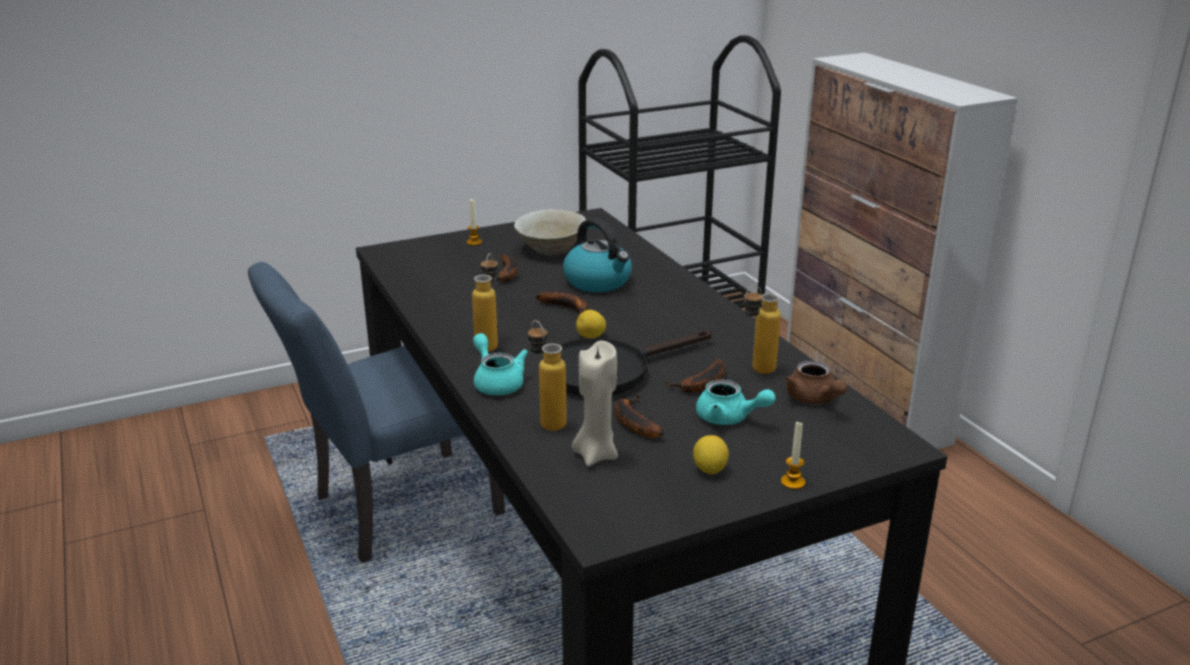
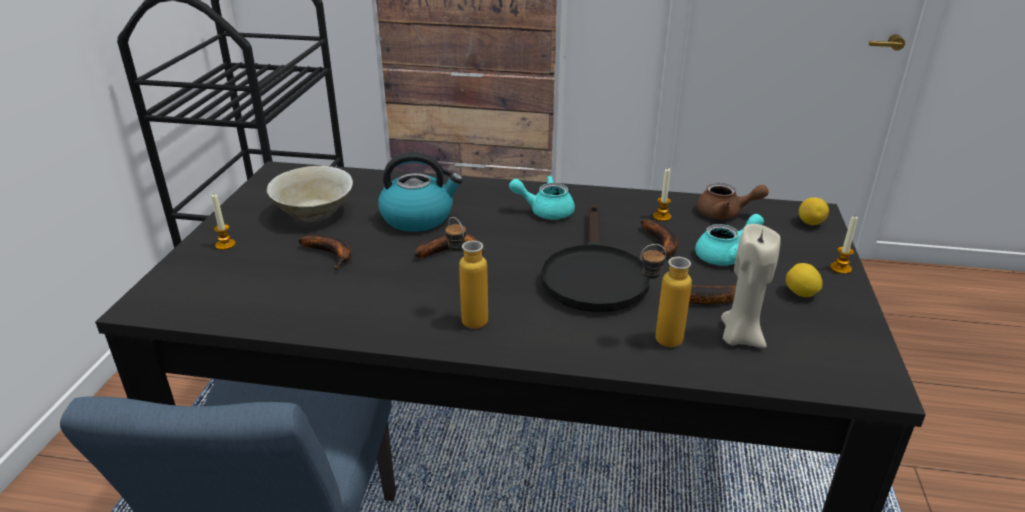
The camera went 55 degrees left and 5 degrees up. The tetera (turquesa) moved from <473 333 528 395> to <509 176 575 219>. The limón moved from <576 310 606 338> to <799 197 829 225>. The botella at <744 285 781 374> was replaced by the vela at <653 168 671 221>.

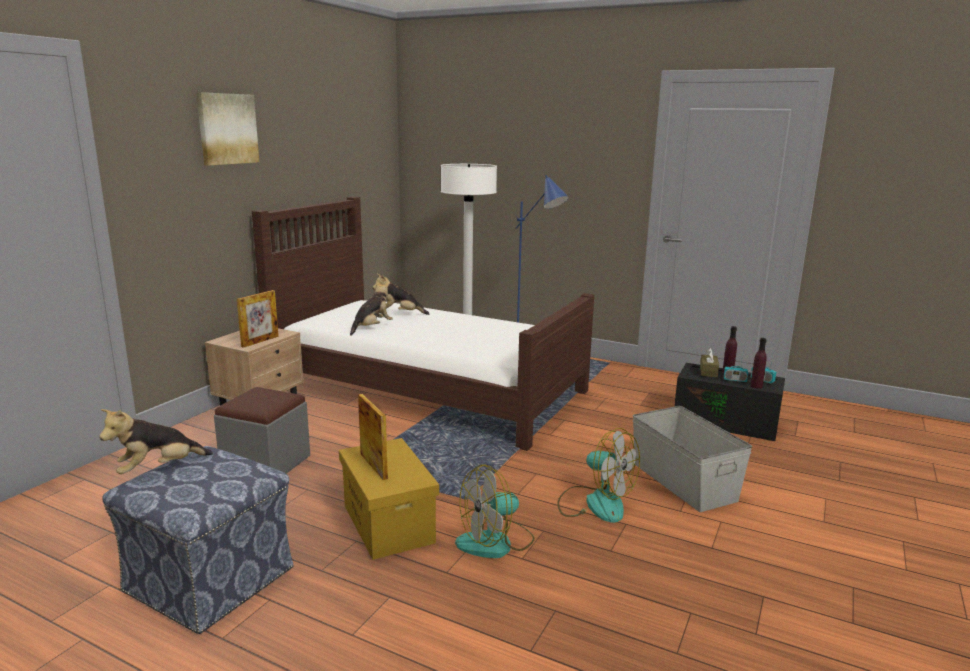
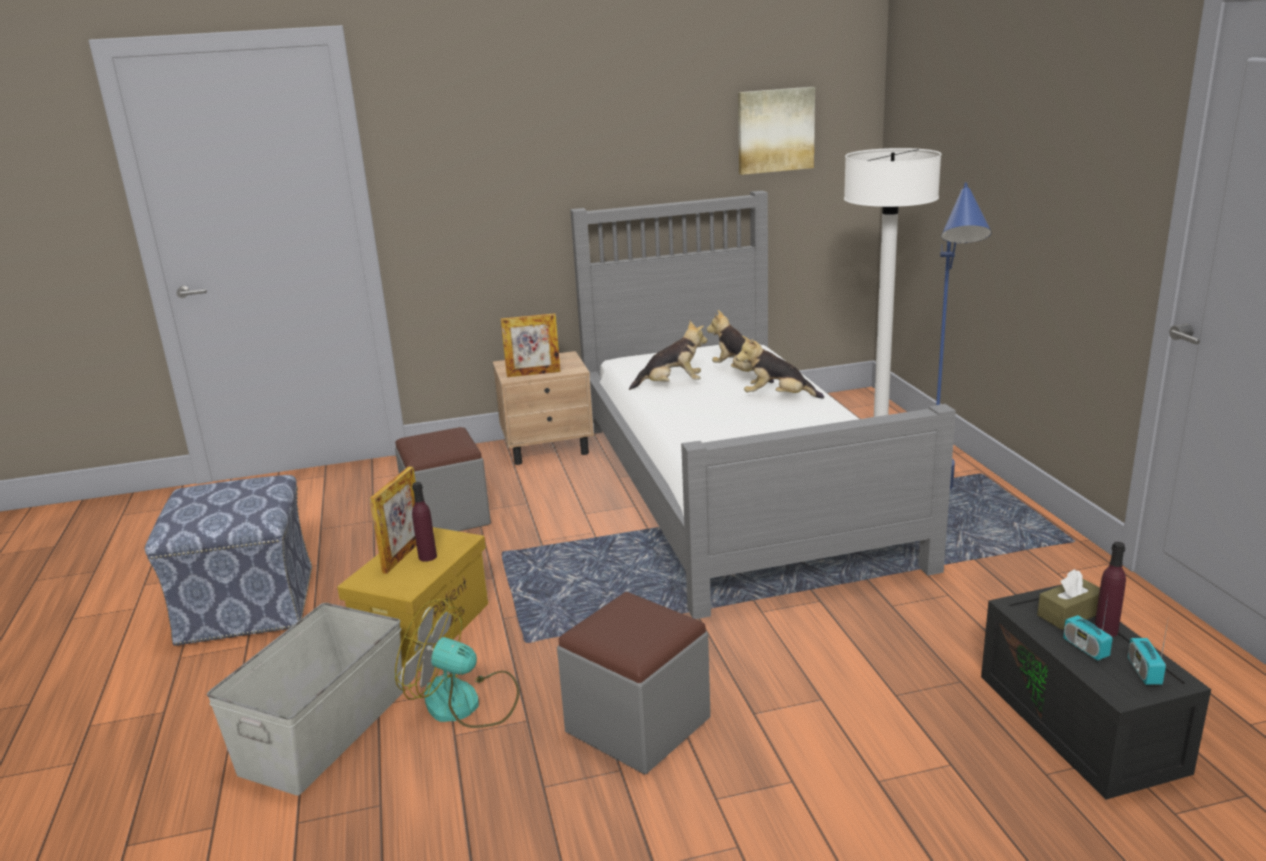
The camera went 50 degrees right and 5 degrees up. The peluche moved from <99 409 213 474> to <736 336 824 399>. The cuadro moved from <196 92 259 166> to <738 87 815 175>. The caja de almacenaje (gris) moved from <633 406 752 512> to <207 603 403 796>. The botella (morado) moved from <751 338 767 389> to <412 482 437 562>. The ventilador at <558 428 640 523> was replaced by the puf (gris) at <557 592 711 775>. The cama (marrón) at <252 197 594 451> became the cama (gris) at <570 190 956 619>.

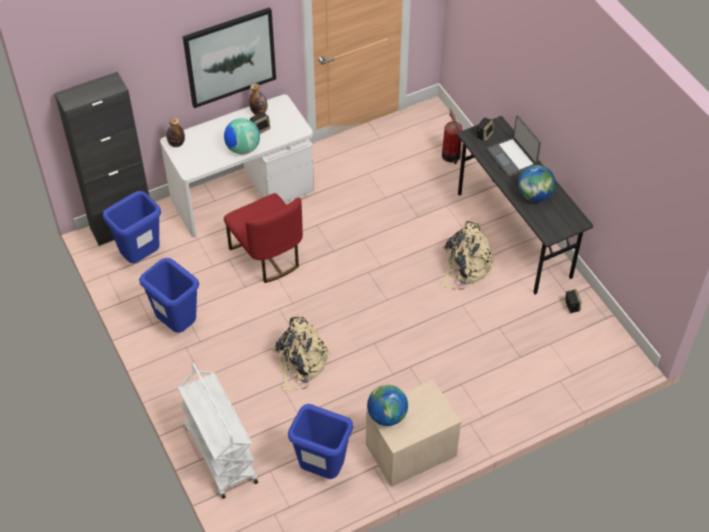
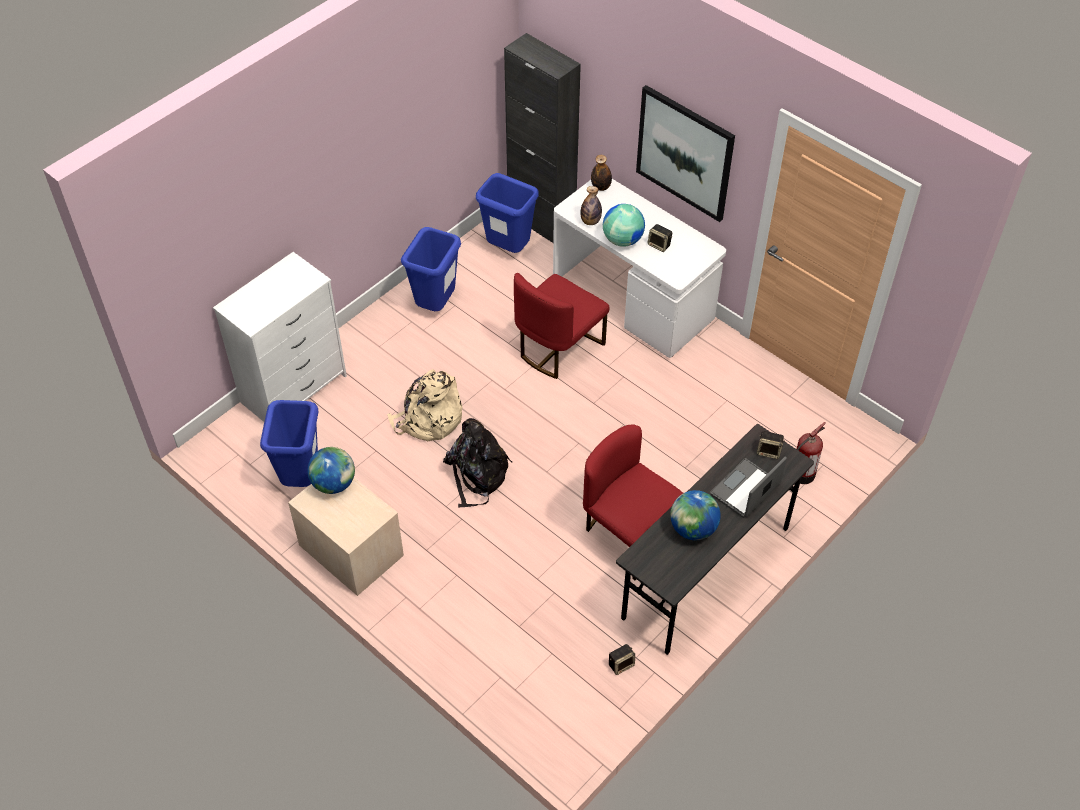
The camera went 70 degrees right and 0 degrees up. The mochila (negro) at <443 418 512 508> appeared. The botella moved from <249 83 267 115> to <580 186 602 225>. The carrito (blanco) at <178 363 258 499> was replaced by the cómoda (blanco) at <213 252 347 422>. The mochila (beis) at <440 221 495 290> was replaced by the silla (rojo) at <583 425 683 580>.

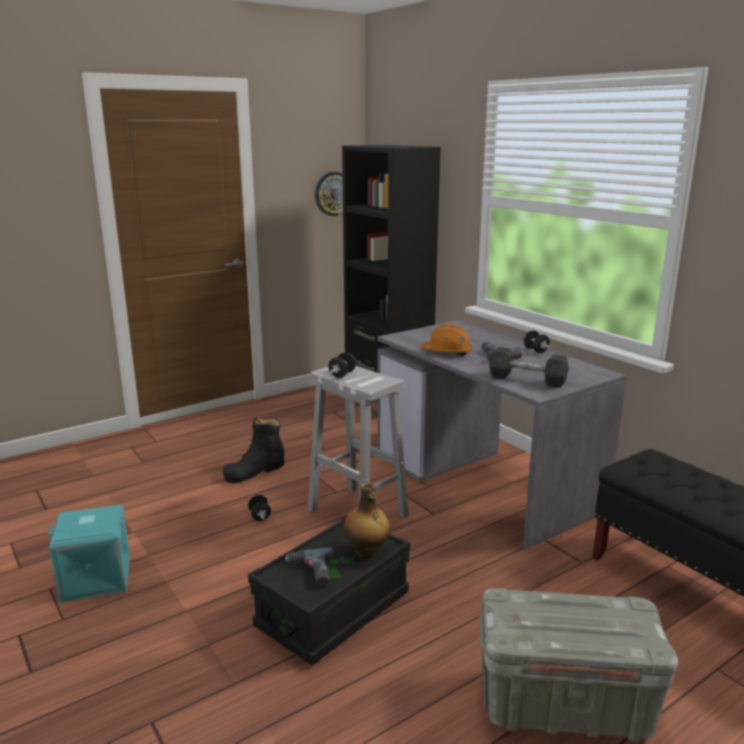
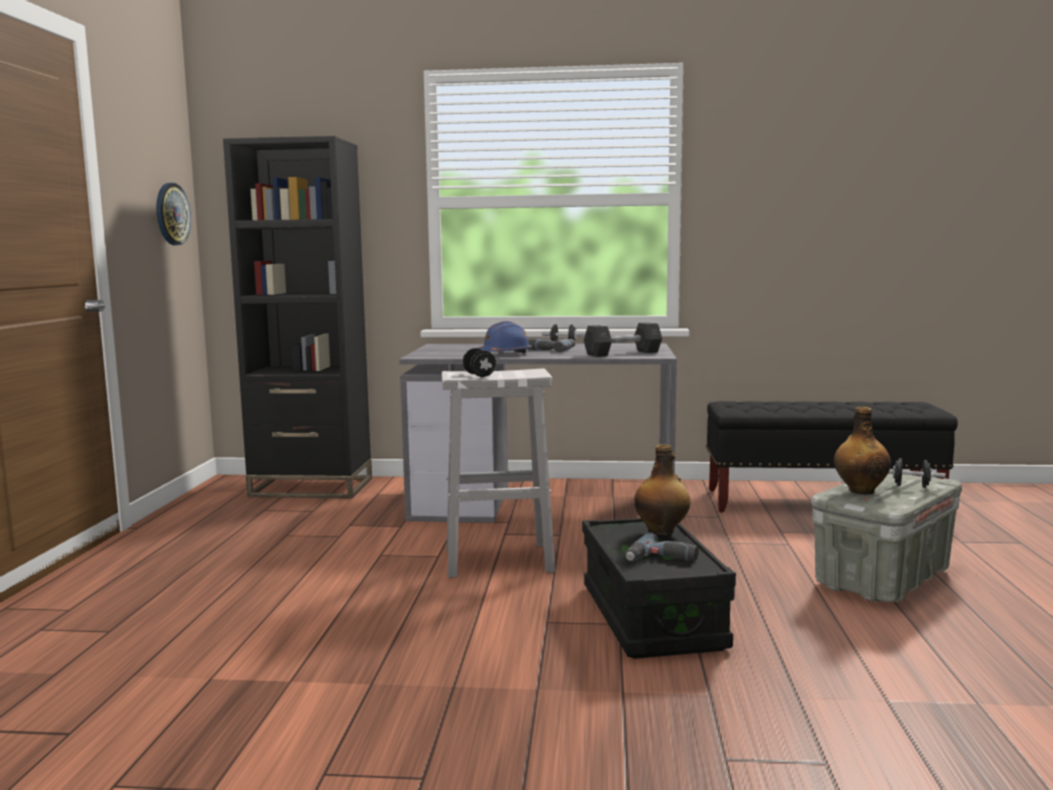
The camera went 50 degrees left and 10 degrees down. The caja de almacenaje (turquesa) at <48 505 130 603> disappeared. The bota (negro) at <223 418 284 483> disappeared. The botella at <834 407 891 495> appeared. The mancuerna (negro) moved from <248 495 271 521> to <888 458 946 488>. The casco (naranja) at <421 324 472 356> became the casco (azul) at <477 321 532 354>.

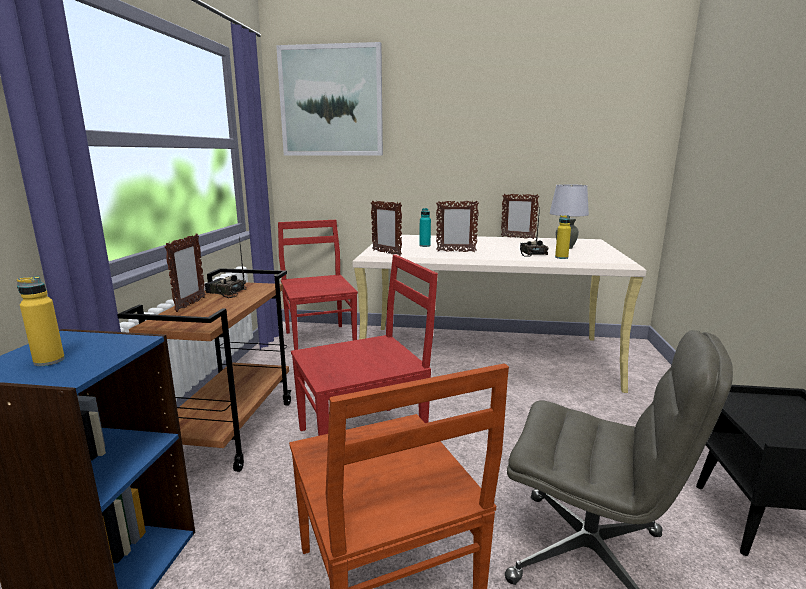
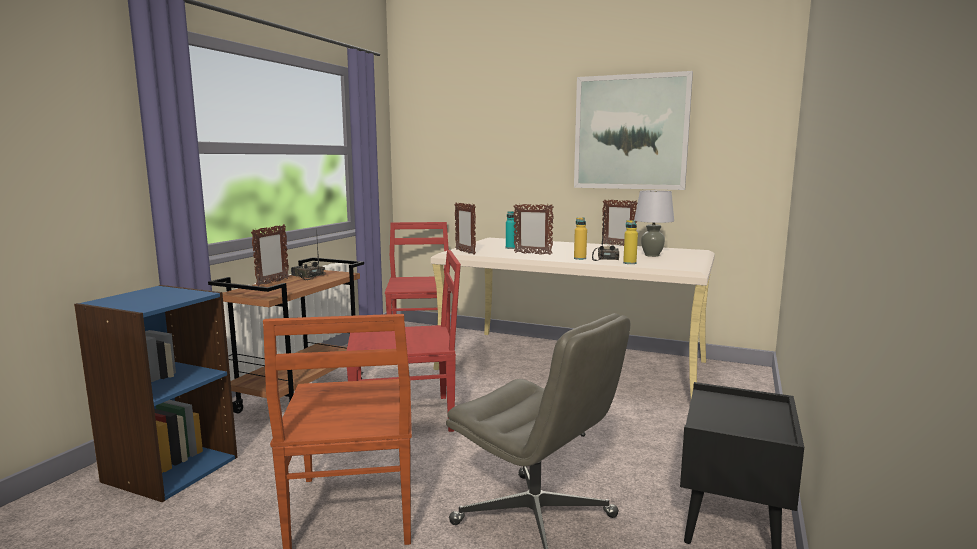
The camera went 15 degrees right and 5 degrees down. The botella (amarillo) moved from <17 276 65 366> to <574 217 587 260>. The cuadro moved from <276 42 383 156> to <574 71 693 190>.

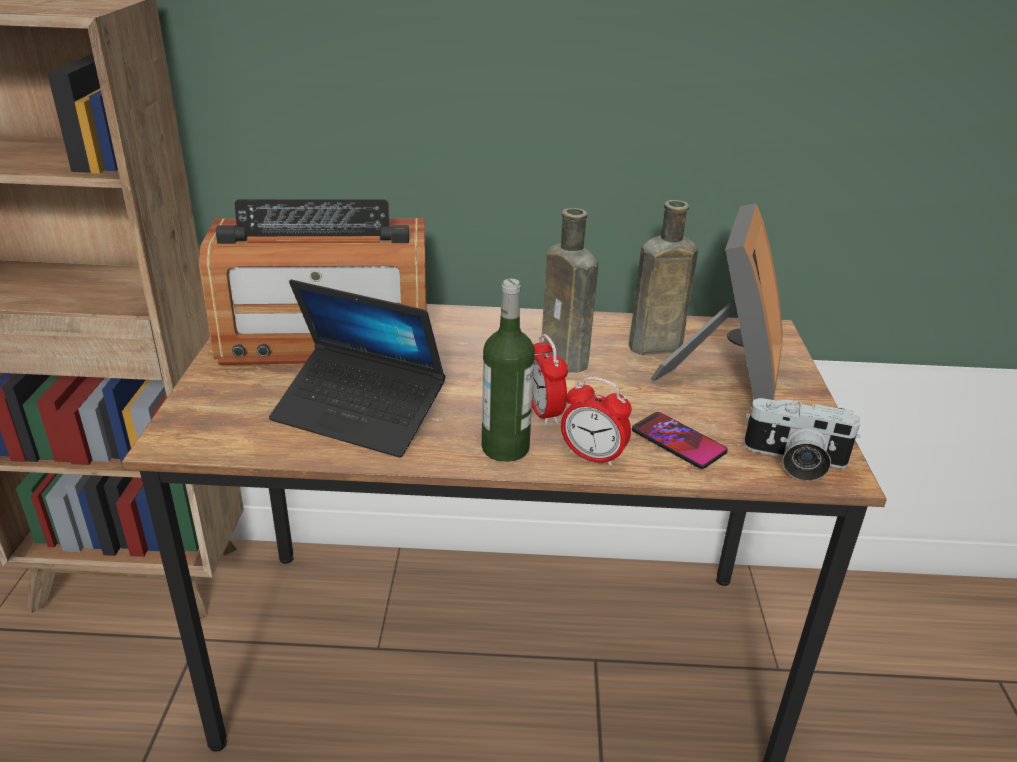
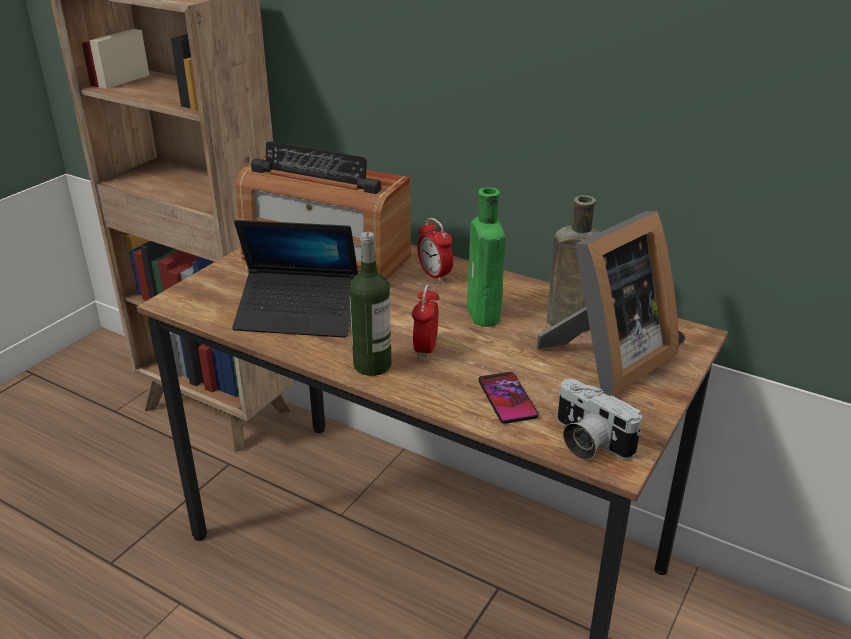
The camera went 30 degrees right and 0 degrees up. The despertador moved from <561 376 632 467> to <417 218 453 282>. The botella (marrón) at <542 208 598 373> became the botella (verde) at <467 187 506 327>. The portátil at <269 279 446 458> turned 45 degrees counterclockwise.

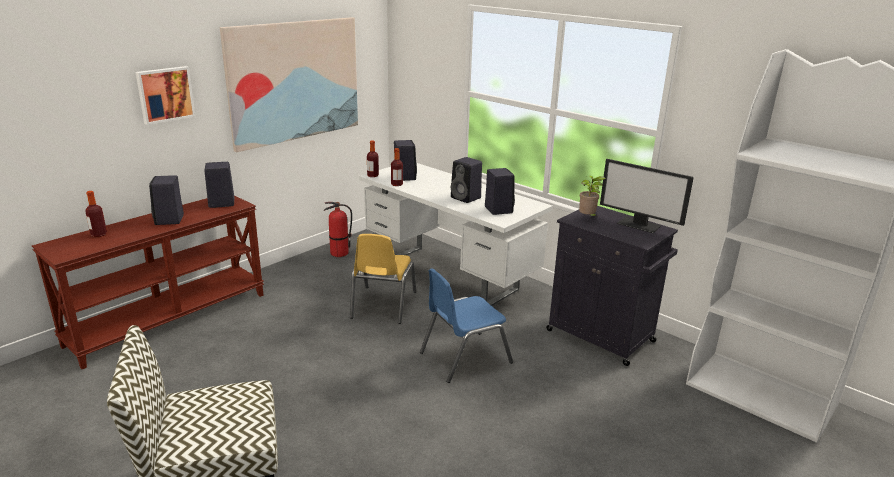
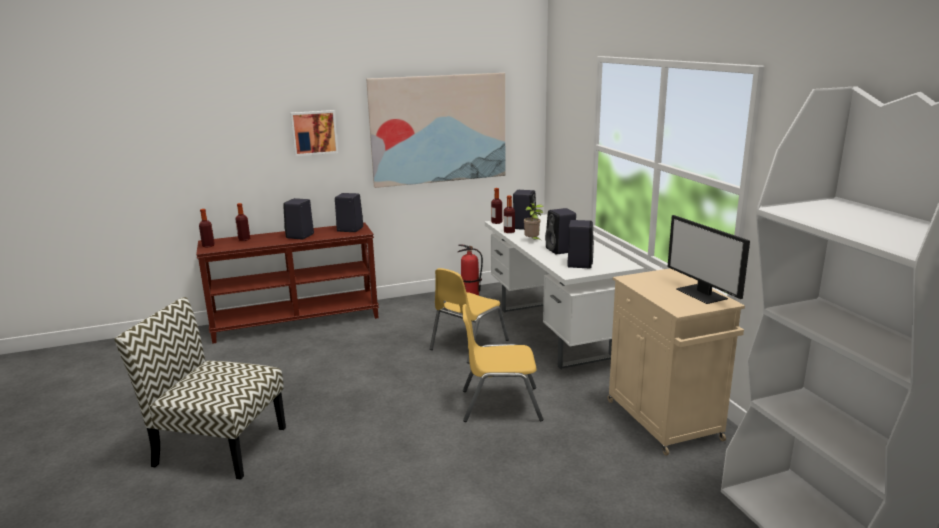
The camera went 30 degrees right and 5 degrees down. The botella at <199 209 215 248> appeared. The planta en maceta moved from <579 176 606 218> to <524 203 544 240>. The silla (azul) at <420 268 513 383> became the silla (amarillo) at <462 304 543 422>. The armario (negro) at <546 206 678 366> became the armario (beis) at <608 268 745 456>.

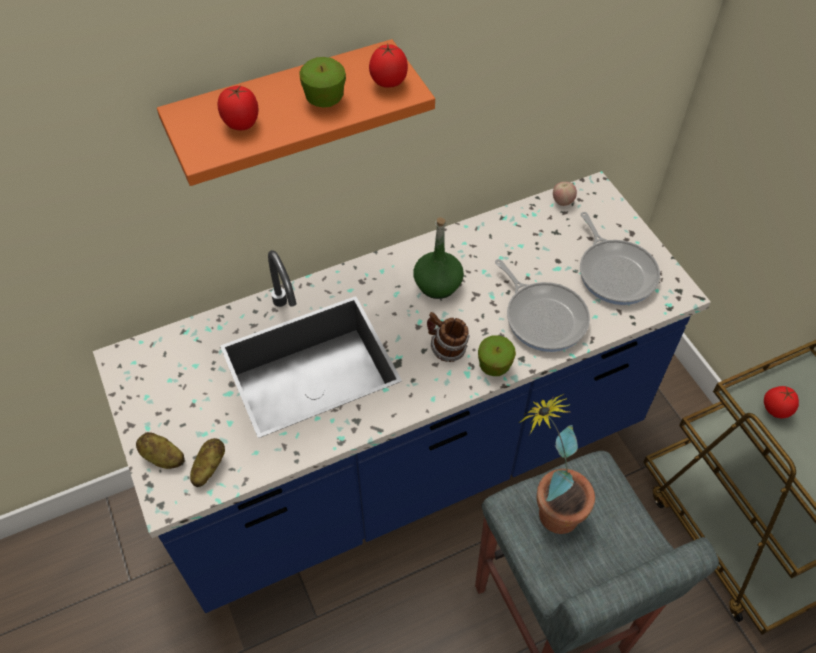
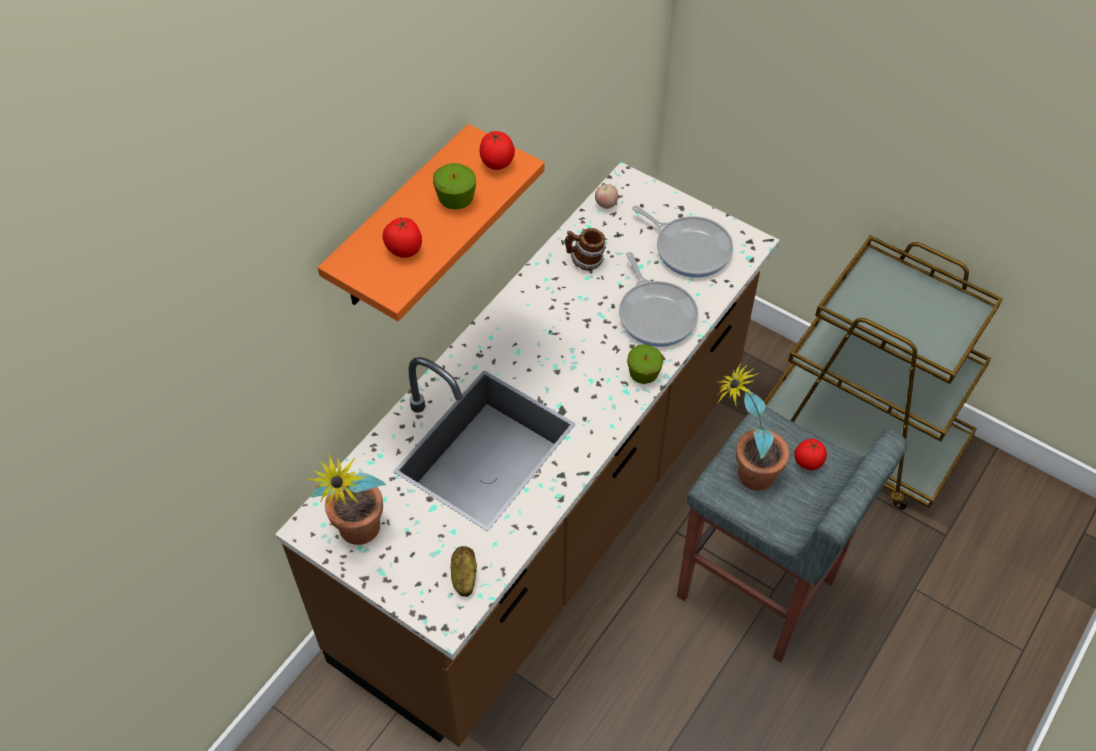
The camera went 30 degrees left and 0 degrees up. The patata at <136 432 185 469> disappeared. The botella (verde) at <413 217 464 299> disappeared. The planta en maceta at <307 453 386 545> appeared. The taza grande moved from <427 312 470 362> to <565 228 606 271>. The tomate moved from <764 386 799 418> to <794 439 827 470>. The mueble bajo de cocina (azul) at <93 171 711 613> became the mueble bajo de cocina (marrón) at <275 162 780 747>. The sartén at <495 259 590 352> turned 45 degrees clockwise.

